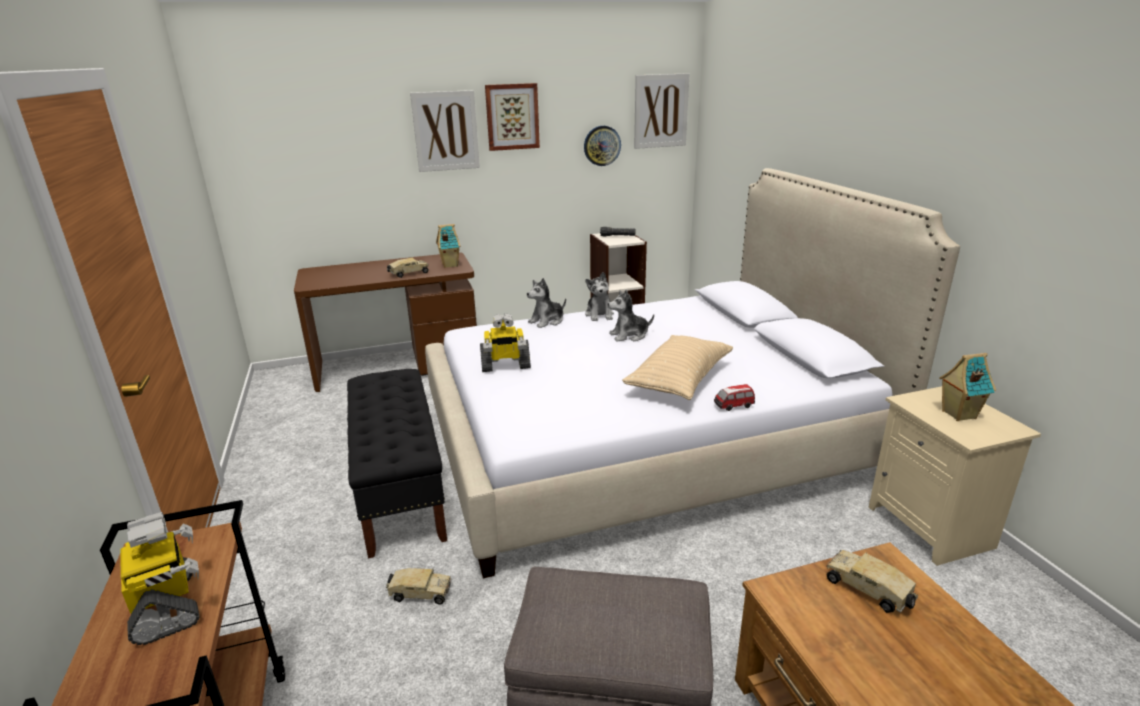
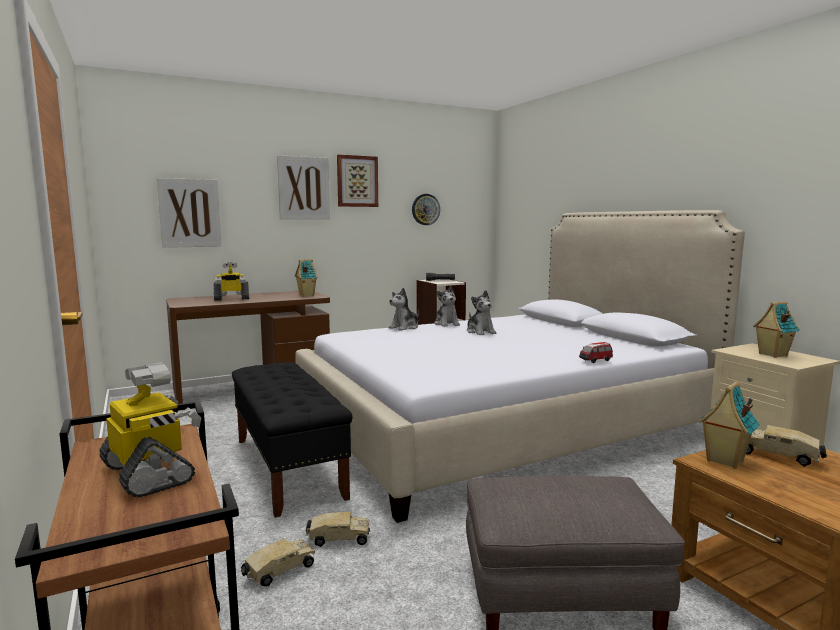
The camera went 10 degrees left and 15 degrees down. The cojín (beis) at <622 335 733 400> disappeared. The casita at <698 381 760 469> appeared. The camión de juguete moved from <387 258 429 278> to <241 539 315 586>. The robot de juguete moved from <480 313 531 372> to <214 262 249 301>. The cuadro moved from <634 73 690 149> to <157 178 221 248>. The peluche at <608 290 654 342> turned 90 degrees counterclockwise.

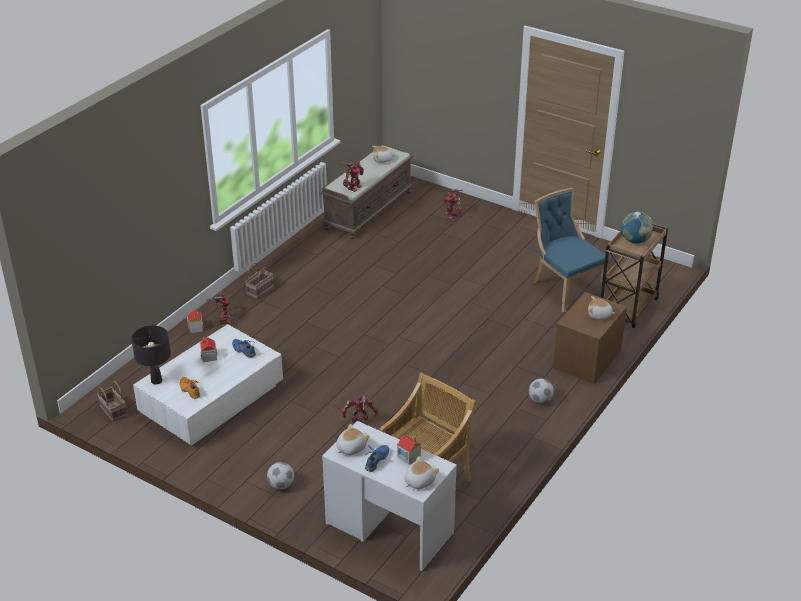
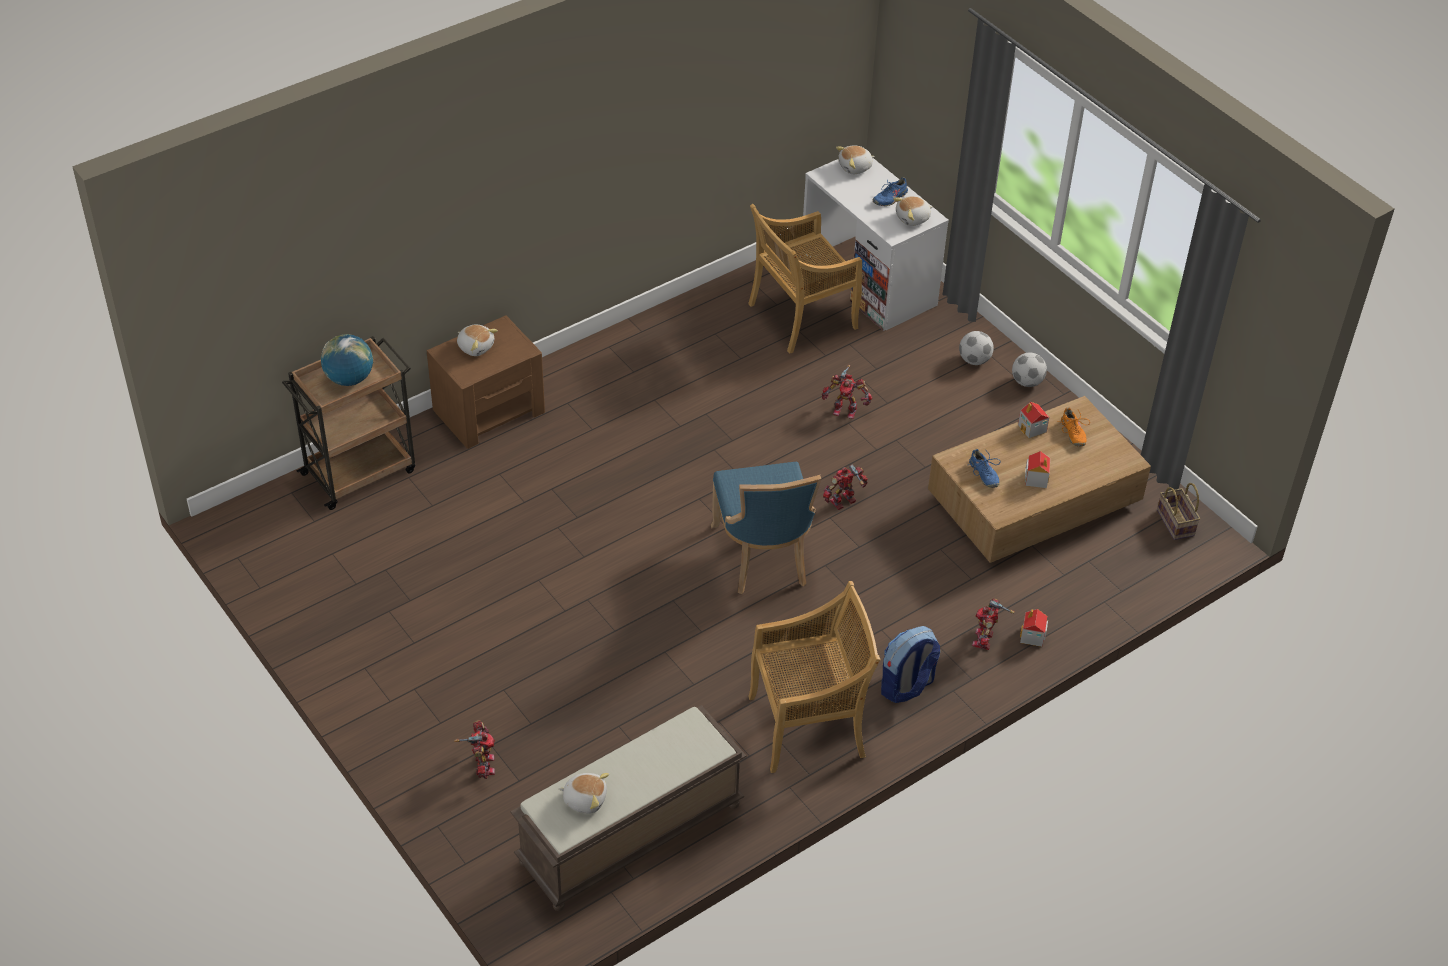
The camera went 160 degrees left and 10 degrees up. The lámpara de mesa (negro) at <131 325 171 385> disappeared. The silla (beis) at <748 581 881 773> appeared. The robot de juguete moved from <341 161 364 192> to <823 464 868 510>. The casita moved from <397 435 421 465> to <1018 402 1049 438>. The balón de fútbol moved from <529 379 554 404> to <1012 353 1047 387>. The silla (azul) moved from <534 188 609 313> to <711 462 821 594>. The cesta at <245 263 274 299> was replaced by the mochila at <881 626 940 703>. The mesa de centro (blanco) at <133 324 283 445> became the mesa de centro (marrón) at <928 396 1151 563>.

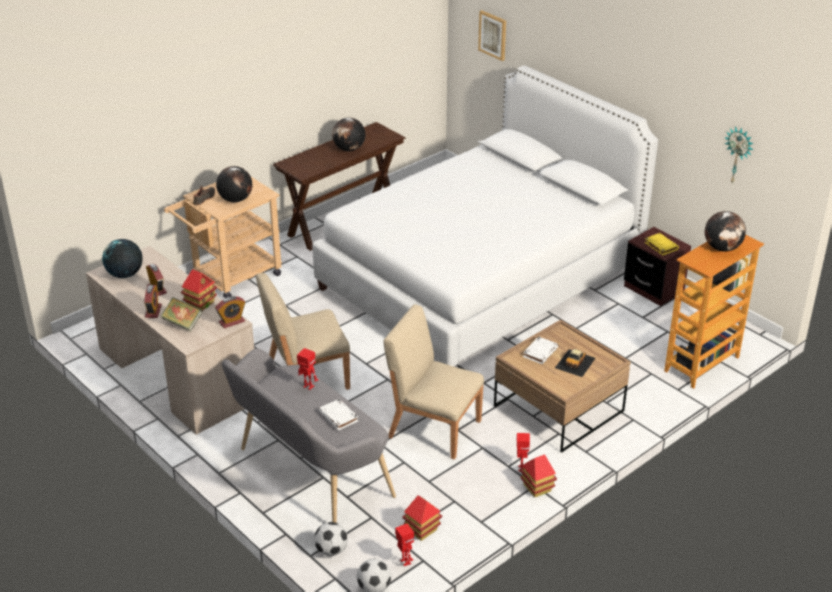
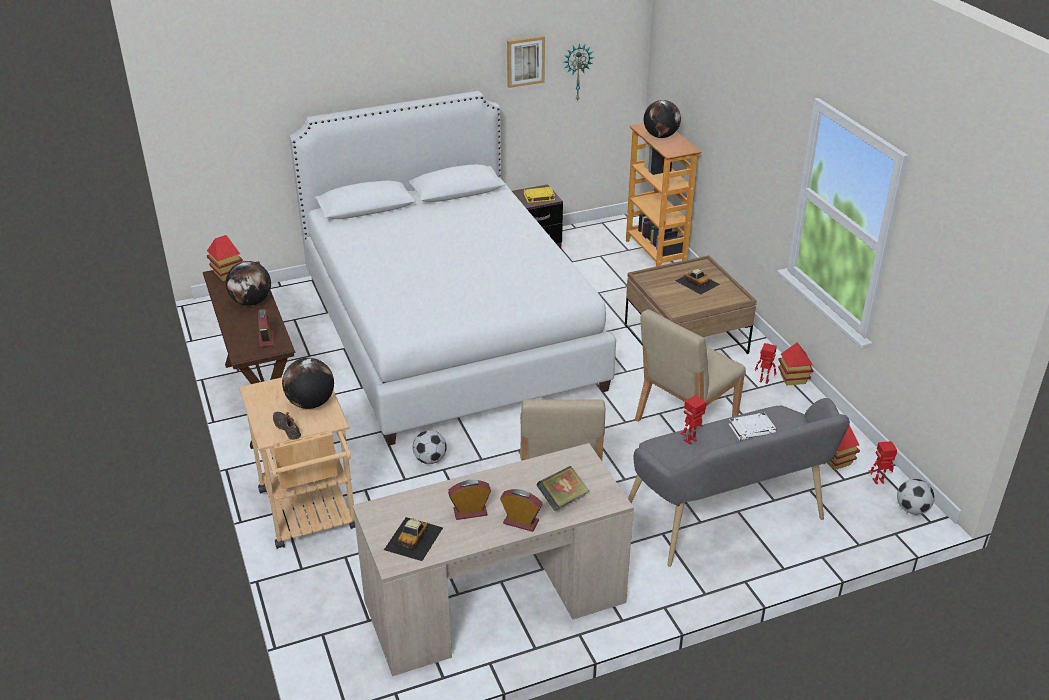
The camera went 70 degrees left and 0 degrees up. The libro (blanco) at <523 336 558 364> disappeared. The casita moved from <181 269 217 311> to <207 235 243 281>. The despertador moved from <215 296 245 328> to <258 309 274 347>. The balón de fútbol moved from <314 522 348 556> to <413 430 447 464>. The cuadro moved from <478 10 506 61> to <507 36 545 88>. The globo terráqueo at <102 239 143 278> was replaced by the coche de juguete at <384 517 443 561>.

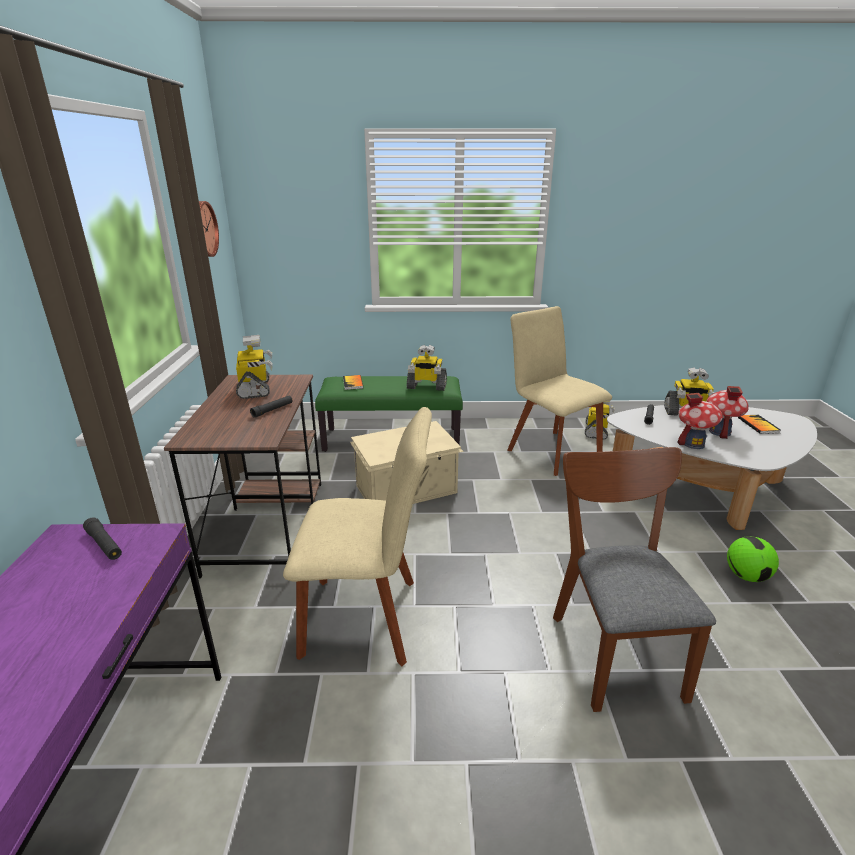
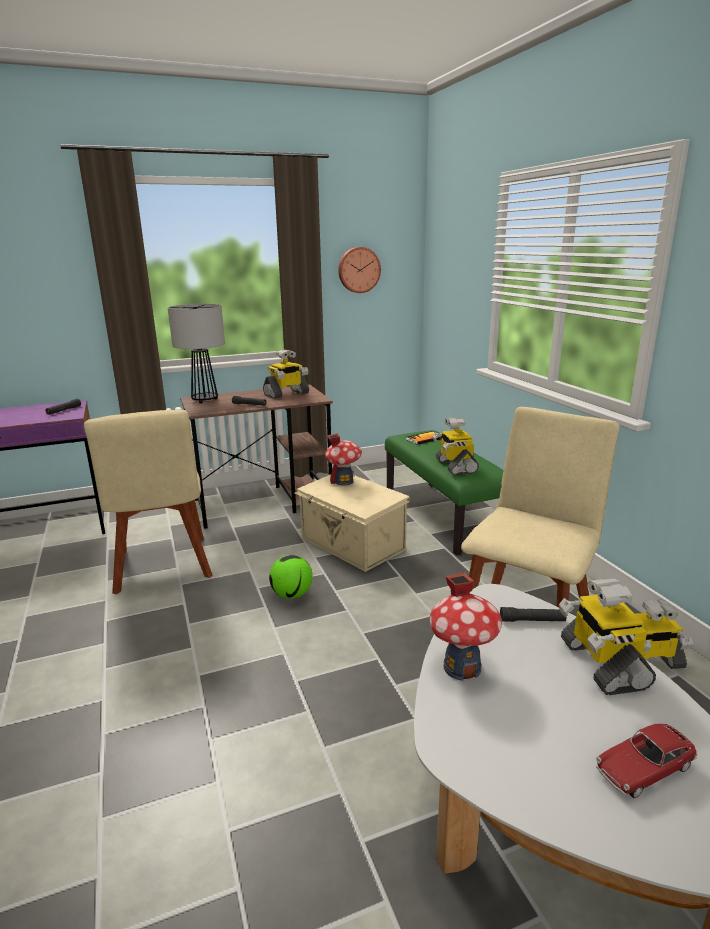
The camera went 70 degrees right and 5 degrees down. The silla (marrón) at <553 447 716 712> disappeared. The lámpara de mesa at <168 304 225 403> appeared. The casita moved from <707 386 749 439> to <325 433 362 486>. The balón de fútbol moved from <727 536 779 582> to <269 555 313 599>. The libro at <738 415 781 434> was replaced by the coche de juguete at <596 724 697 798>.

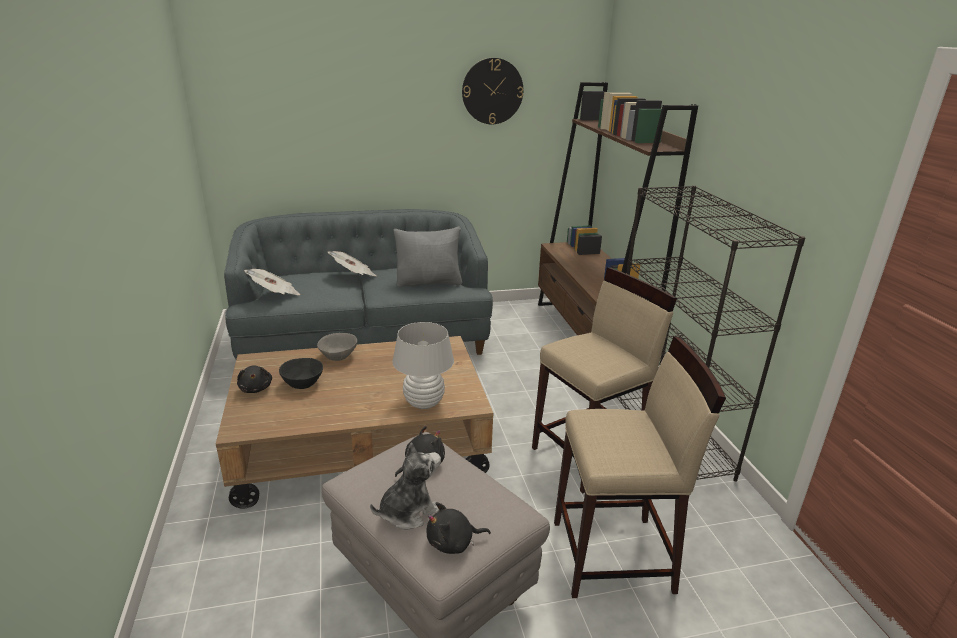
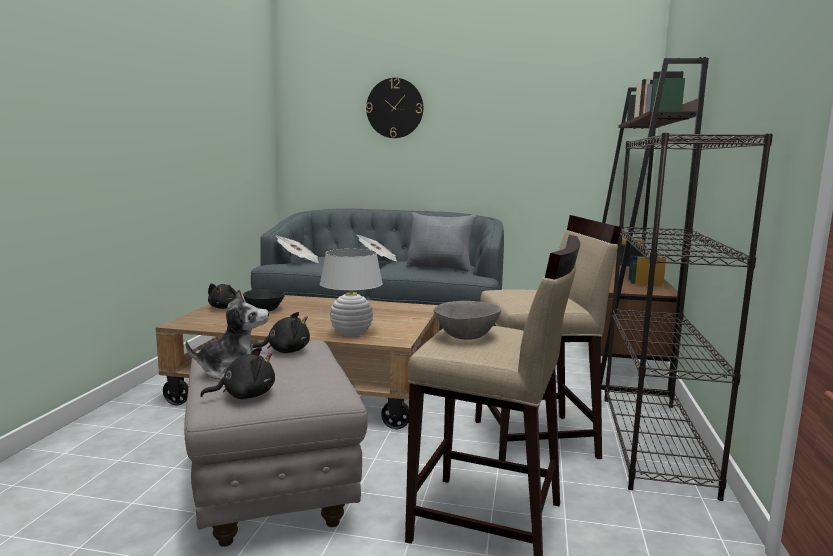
The camera went 25 degrees right and 15 degrees down. The cuenco (gris) moved from <317 333 357 361> to <433 301 501 340>. The reloj de pared moved from <462 58 523 124> to <366 78 423 138>. The peluche (negro) at <426 502 491 554> turned 150 degrees clockwise.

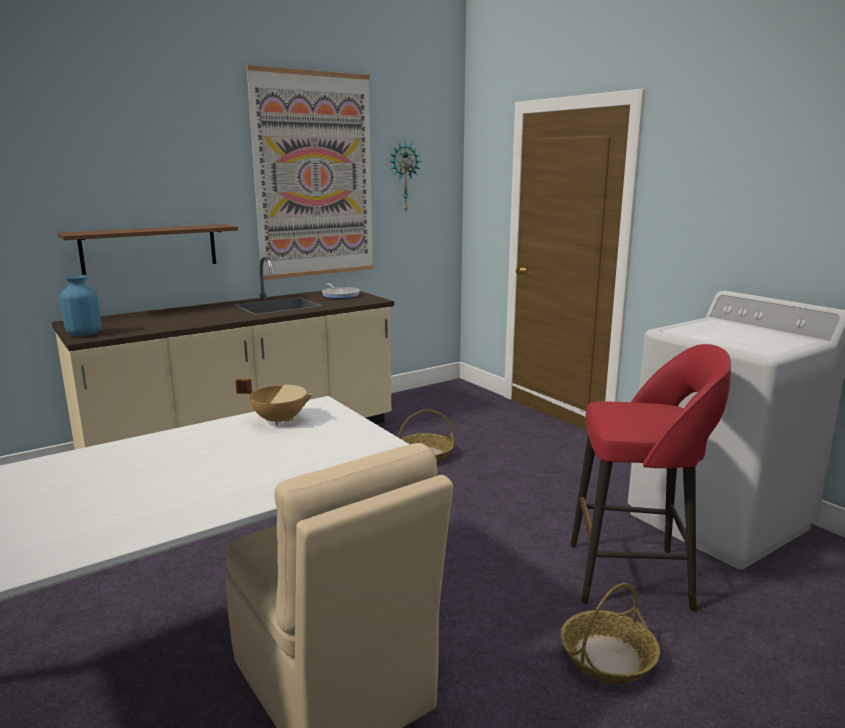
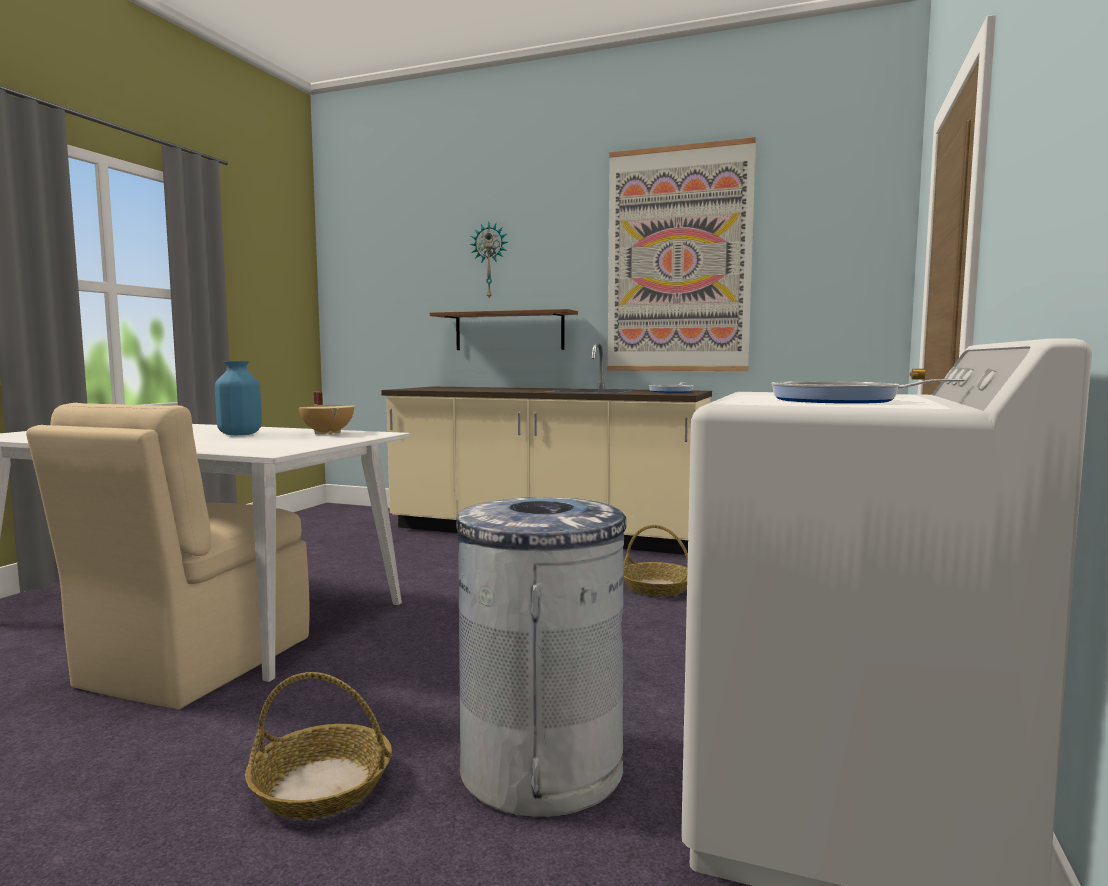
The camera went 55 degrees right and 10 degrees down. The sartén at <771 379 966 404> appeared. The florero (azul) moved from <60 275 101 336> to <215 361 262 435>. The reloj de pared moved from <389 141 421 211> to <470 222 508 300>. The taburete (rojo) at <570 344 731 612> was replaced by the papelera (gris) at <456 497 632 817>.

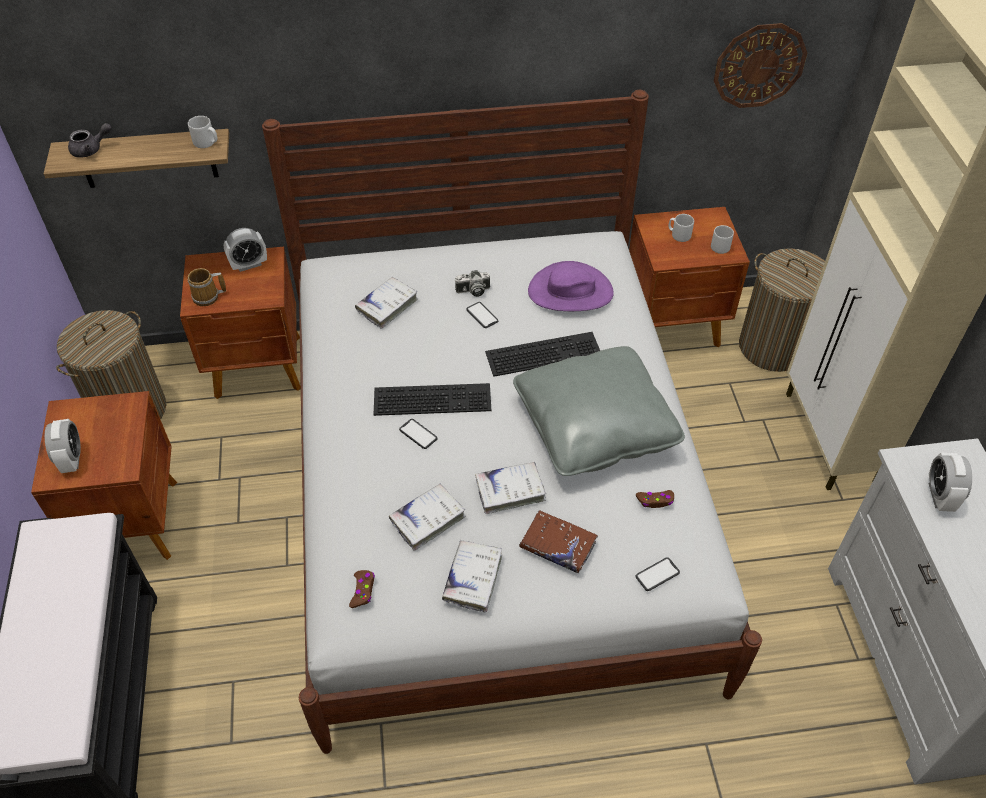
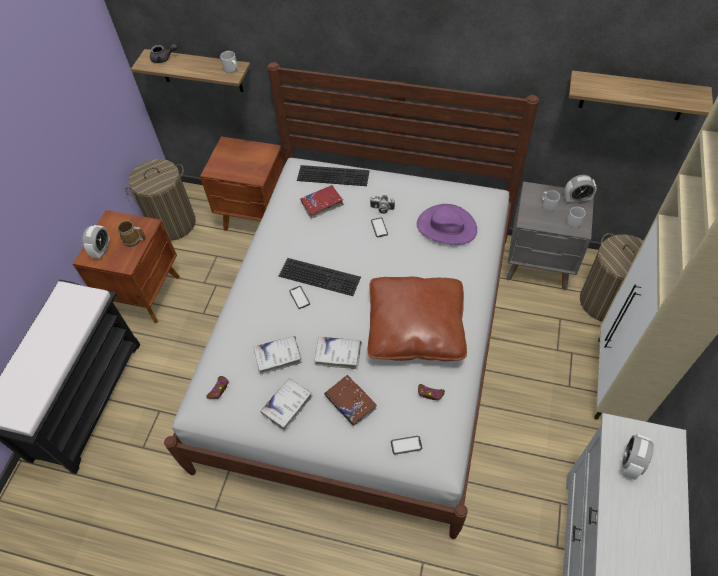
The camera went 25 degrees right and 5 degrees up. The taza grande moved from <188 268 226 306> to <117 221 146 247>. The despertador moved from <224 228 267 272> to <564 175 597 204>. The teclado moved from <485 332 600 377> to <297 165 370 186>. The reloj de pared at <714 23 807 108> was replaced by the estante at <569 71 713 120>. The libro (blanco) at <355 277 418 328> became the libro (rojo) at <300 185 344 219>. The cojín (gris) at <513 346 685 476> became the cojín (marrón) at <368 277 467 361>. The mesita de noche (marrón) at <629 207 750 348> became the mesita de noche (gris) at <506 181 594 291>.

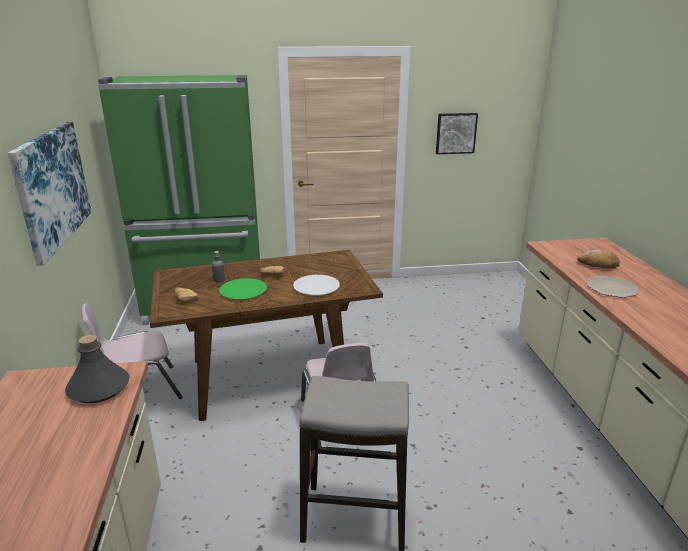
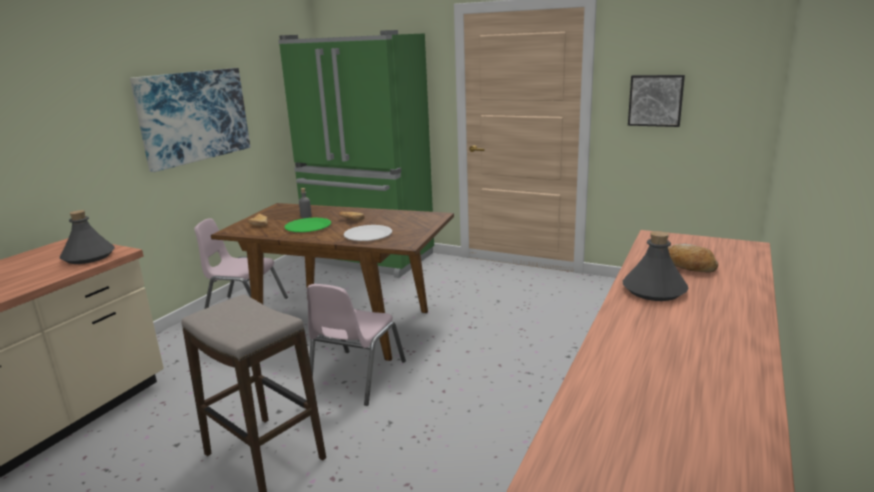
The camera went 35 degrees right and 5 degrees down. The plato at <587 276 638 298> was replaced by the botella (gris) at <623 231 689 301>.

